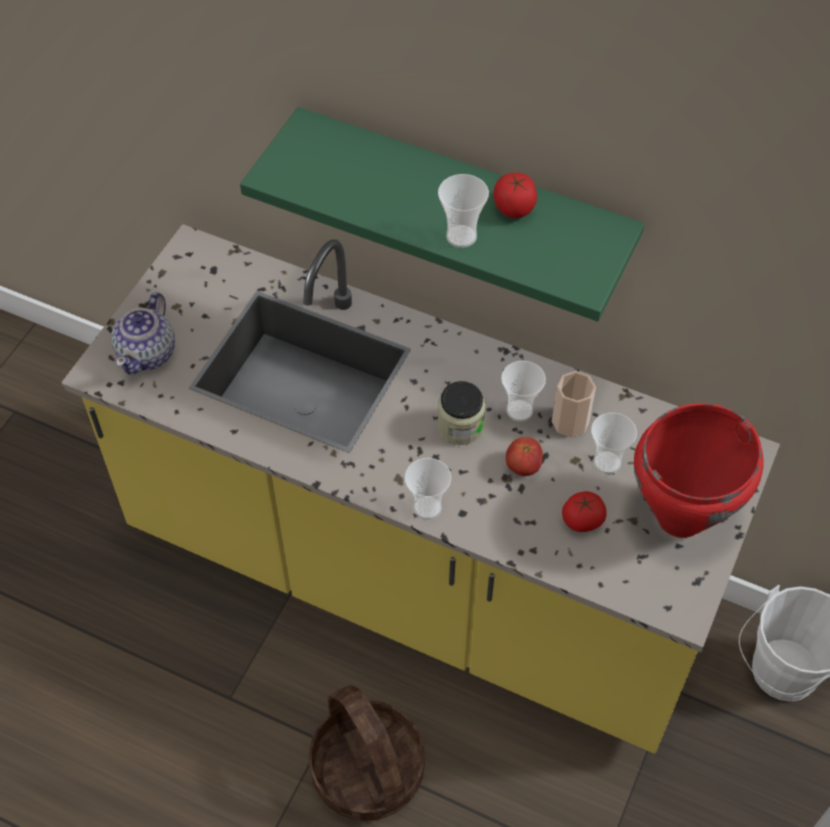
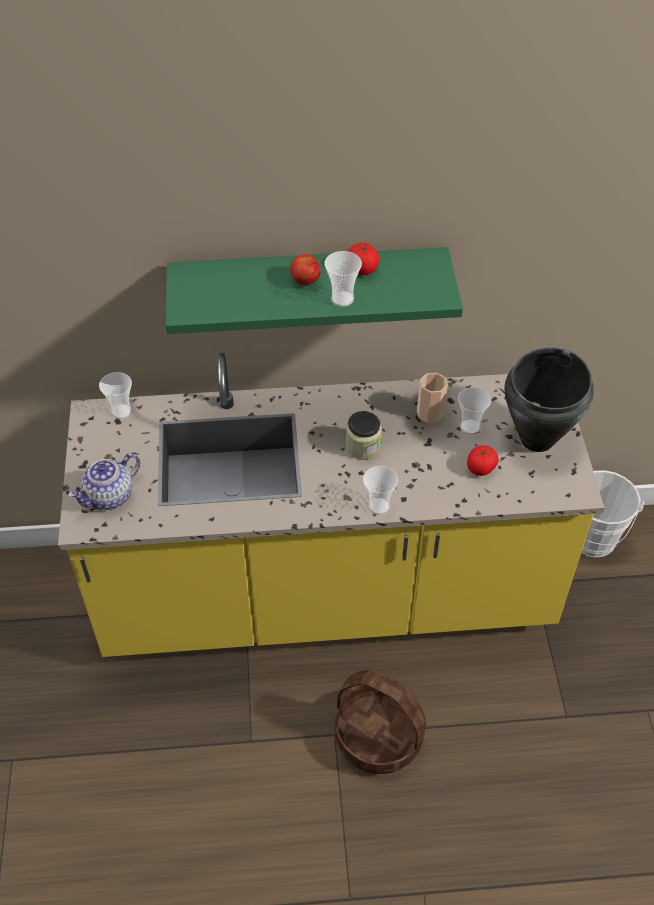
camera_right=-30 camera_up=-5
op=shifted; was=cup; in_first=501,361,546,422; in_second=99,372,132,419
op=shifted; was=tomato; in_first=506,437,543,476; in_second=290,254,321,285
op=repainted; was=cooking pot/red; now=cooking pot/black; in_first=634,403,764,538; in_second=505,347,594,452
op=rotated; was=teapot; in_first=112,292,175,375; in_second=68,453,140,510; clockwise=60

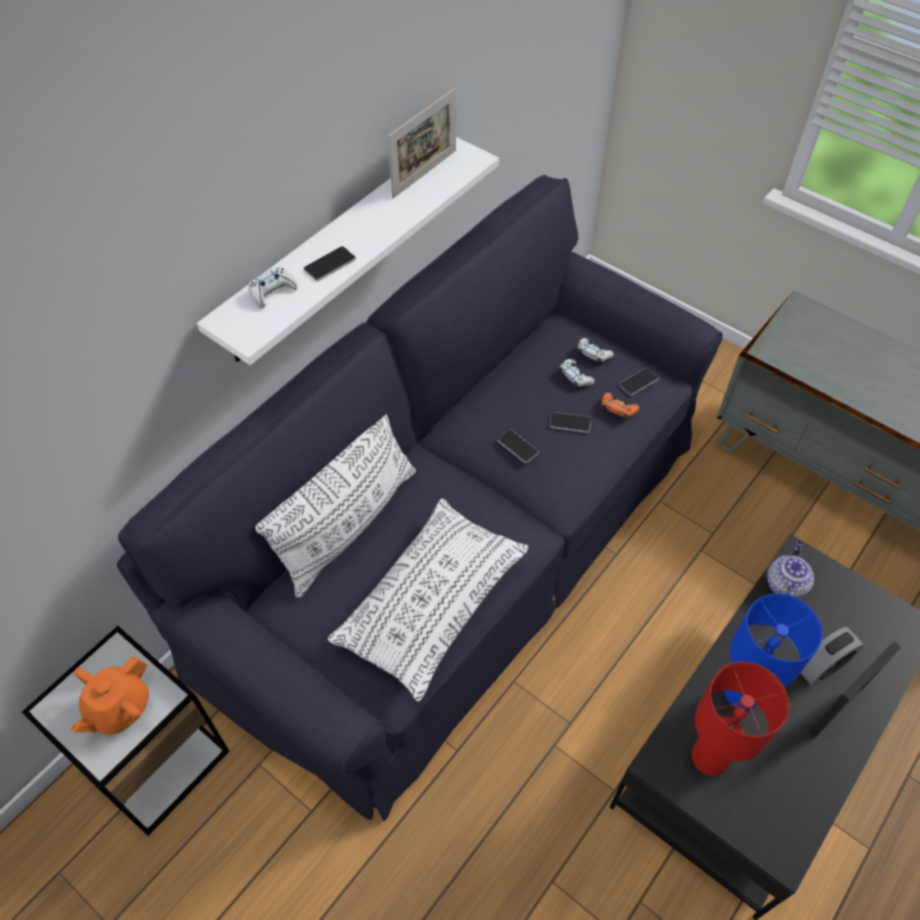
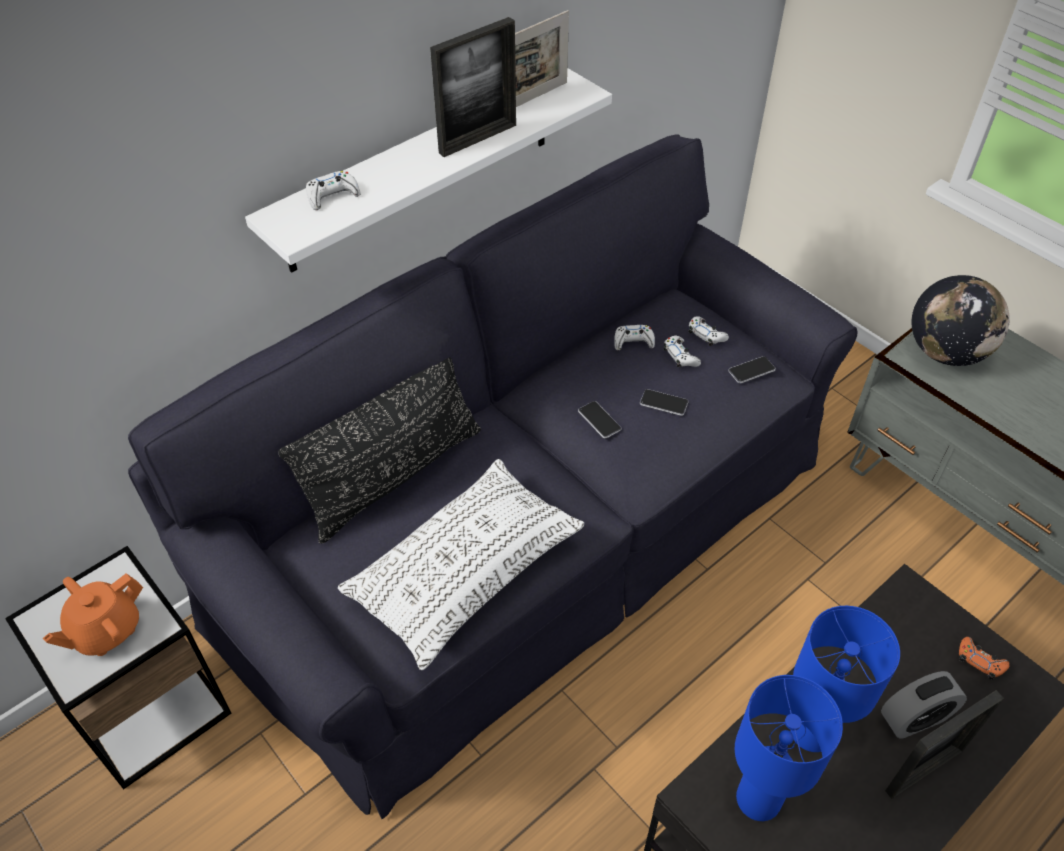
camera_right=10 camera_up=-5
op=gone; was=phone; in_first=304,246,356,281
op=gone; was=teapot; in_first=767,541,814,599
op=new; now=picture frame; in_second=430,17,516,157
op=new; now=game controller/white; in_second=614,325,655,350
op=new; now=globe; in_second=911,275,1010,366
op=shifted; was=game controller/orange; in_first=602,393,639,420; in_second=959,637,1010,680
op=repainted; was=pillow/white; now=pillow/black; in_first=255,415,416,598; in_second=278,357,481,544
op=repainted; was=table lamp/red; now=table lamp/blue; in_first=691,662,789,776; in_second=735,675,843,821

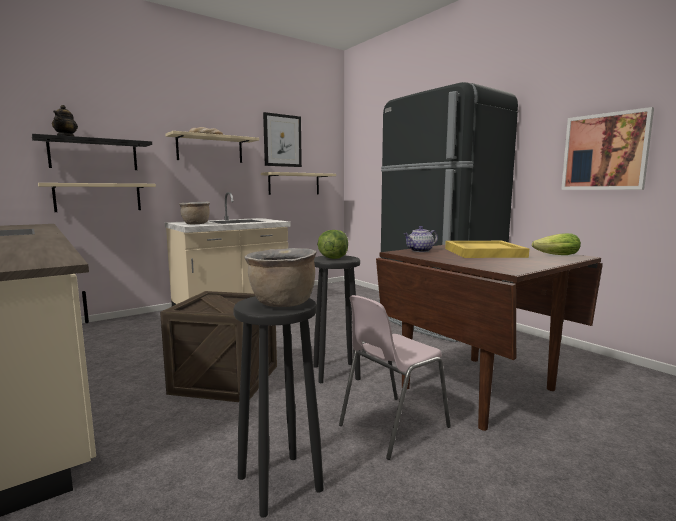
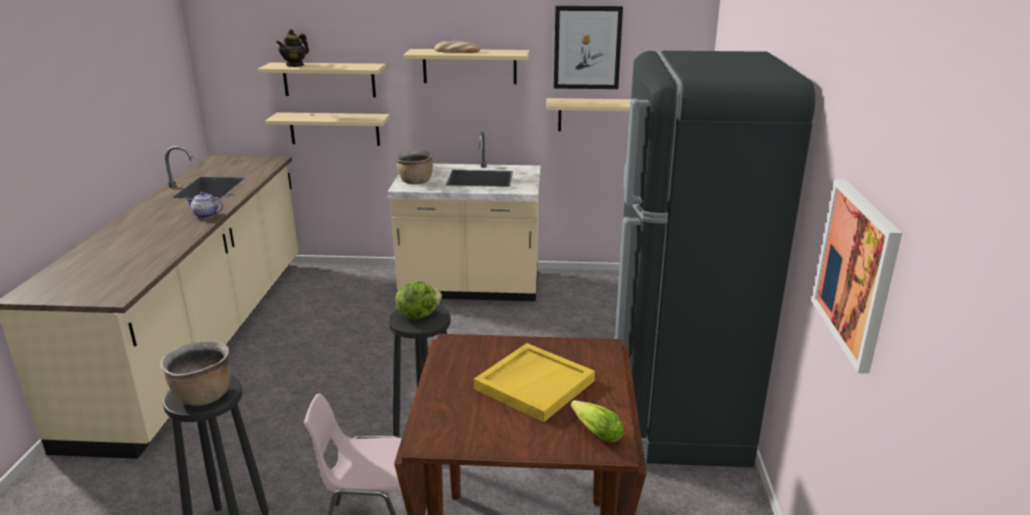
camera_right=40 camera_up=15
op=gone; was=crate; in_first=160,291,277,402
op=shifted; was=teapot; in_first=404,226,438,252; in_second=185,192,223,218
op=repainted; was=shelf/black; now=shelf/beige; in_first=32,134,152,170; in_second=257,62,386,97

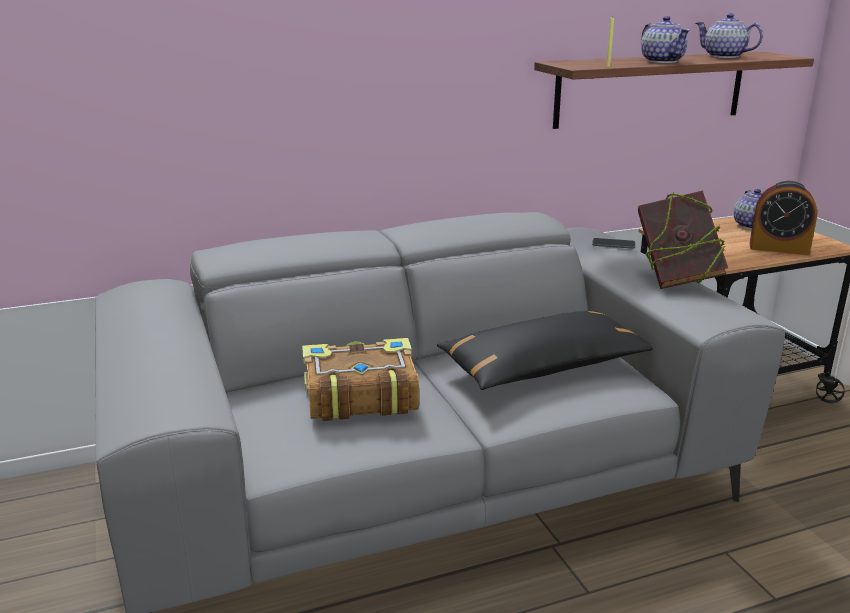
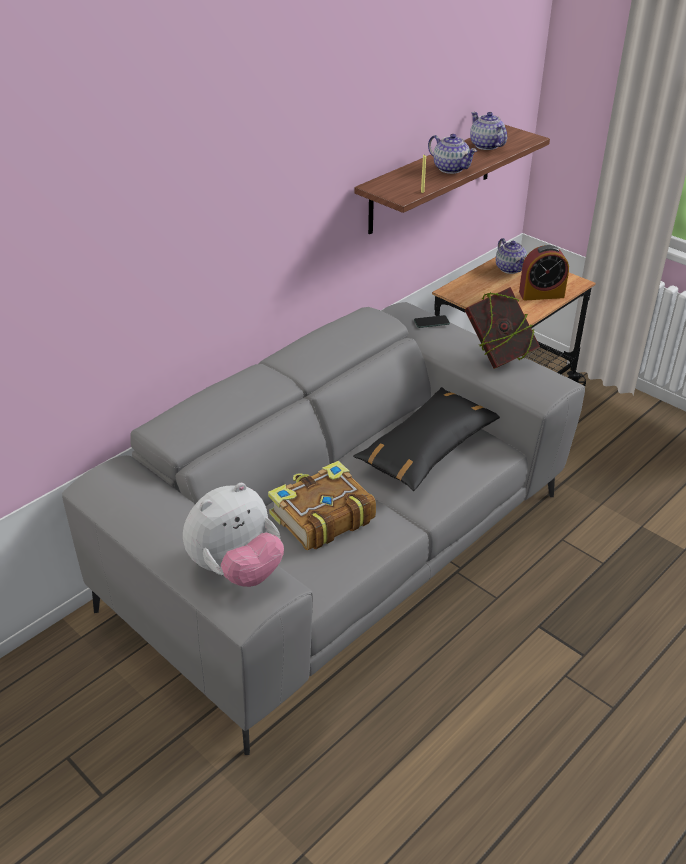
camera_right=-25 camera_up=15
op=new; now=plush toy; in_second=183,483,284,587
op=rotated; was=teapot; in_first=696,13,763,58; in_second=470,112,507,150; clockwise=45

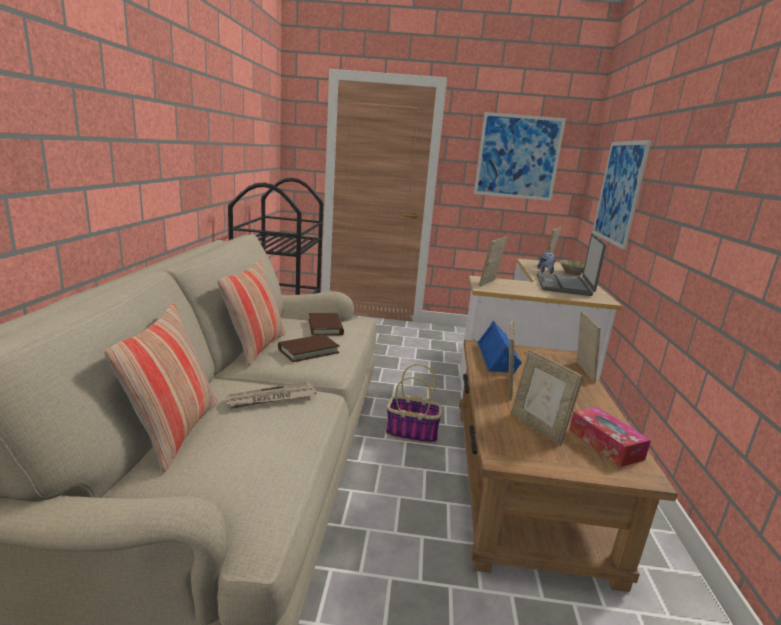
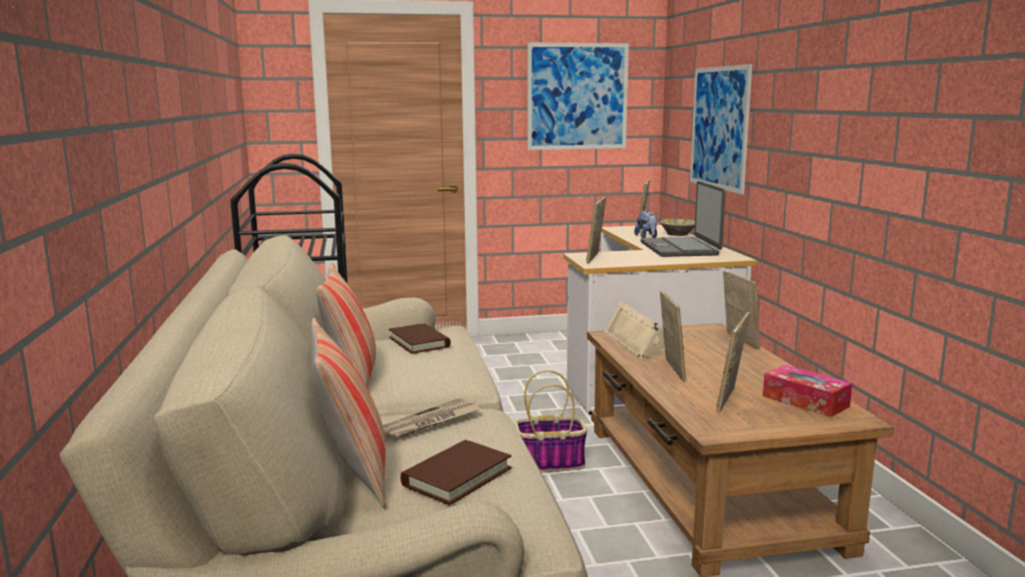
camera_right=-15 camera_up=-5
op=shifted; was=book/brown; in_first=278,334,340,362; in_second=401,440,511,505
op=repainted; was=speaker/blue; now=speaker/beige; in_first=477,321,522,373; in_second=605,301,666,358
op=rotated; was=picture frame; in_first=511,350,583,446; in_second=716,312,750,413; clockwise=75

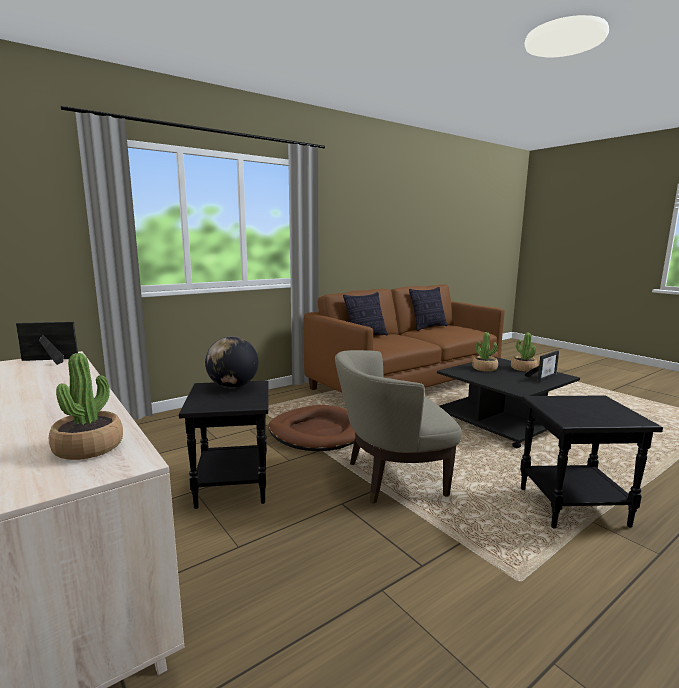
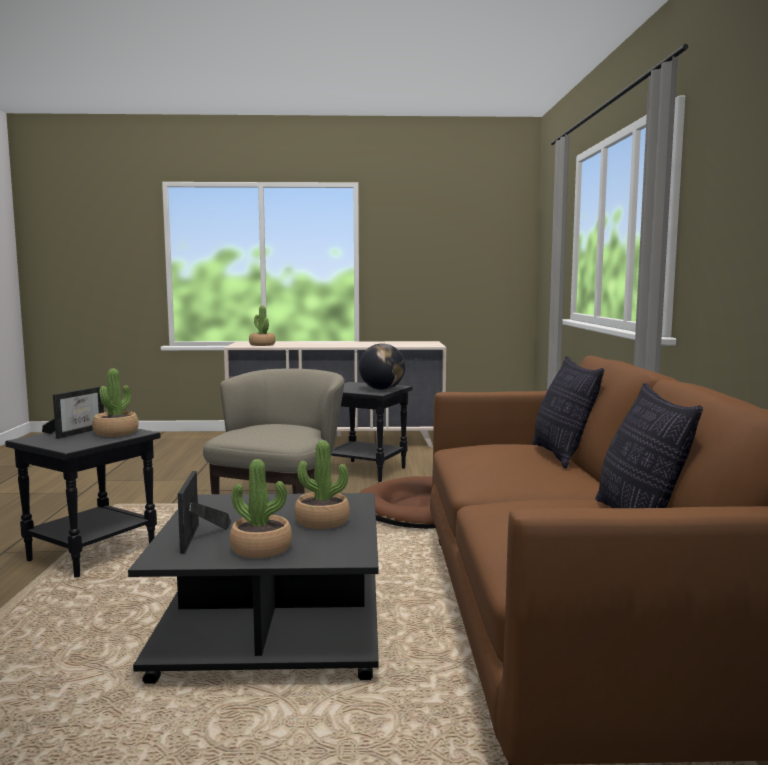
camera_right=125 camera_up=-5
op=new; now=potted plant; in_second=92,369,139,437
op=shifted; was=picture frame; in_first=16,322,78,365; in_second=42,386,104,439

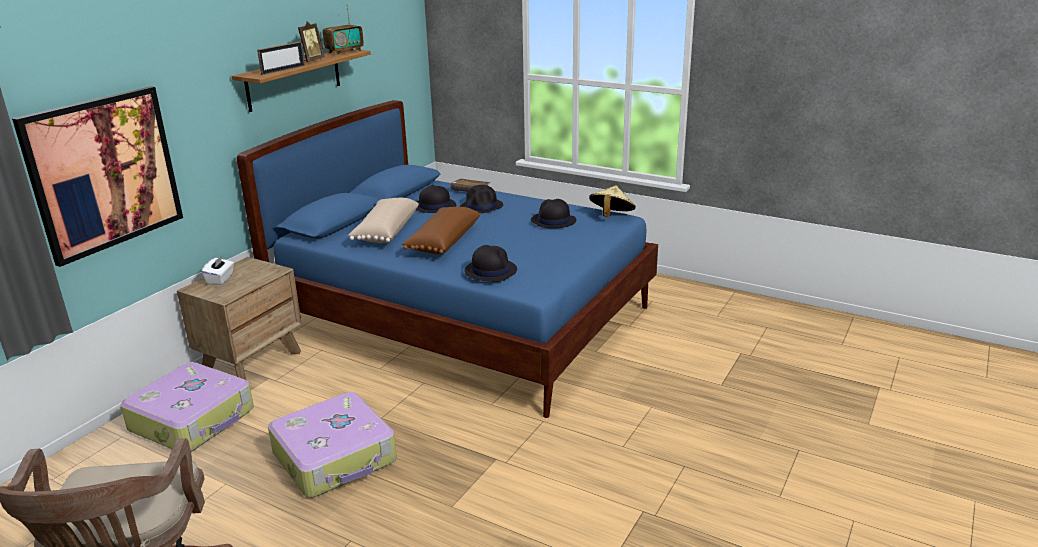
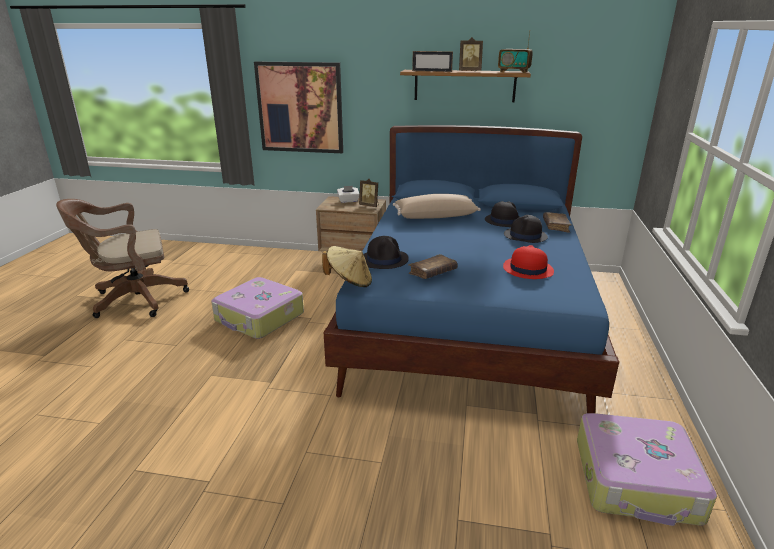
camera_right=70 camera_up=0
op=gone; was=pillow/brown; in_first=402,207,481,254
op=new; now=picture frame; in_second=359,179,379,207
op=new; now=book/brown; in_second=408,254,457,279
op=shifted; was=suitcase; in_first=120,362,254,452; in_second=577,413,717,526
op=shifted; was=hat/beige; in_first=589,186,636,217; in_second=322,246,372,287
op=repainted; was=hat/black; now=hat/red; in_first=531,199,576,229; in_second=503,245,554,279

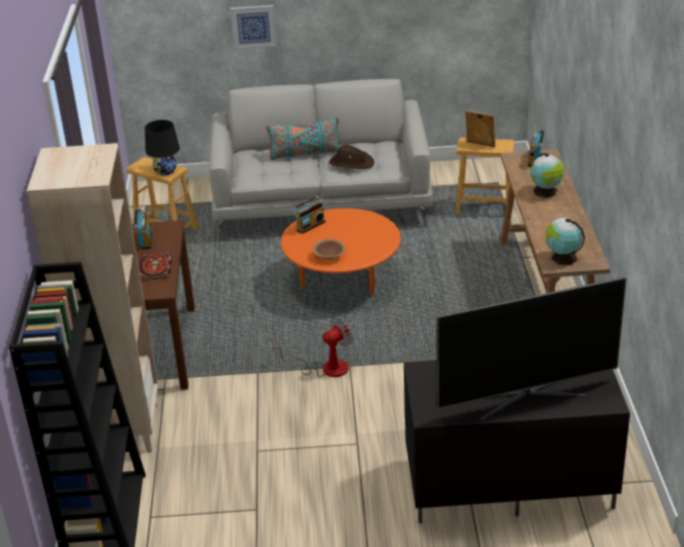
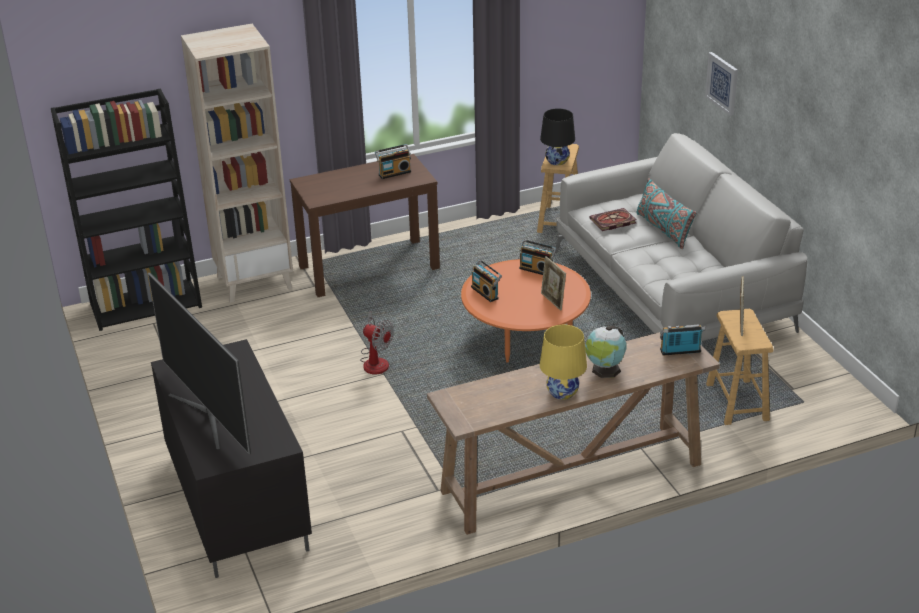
camera_right=70 camera_up=0
op=gone; was=hat/brown; in_first=329,145,374,169
op=gone; was=globe; in_first=546,218,585,265
op=new; now=table lamp/yellow; in_second=540,325,587,400
op=new; now=picture frame; in_second=541,256,566,311
op=shifted; was=book; in_first=139,252,172,280; in_second=589,208,636,231
op=swapped; was=bowl/brown; now=radio; in_first=313,239,345,260; in_second=471,259,502,302

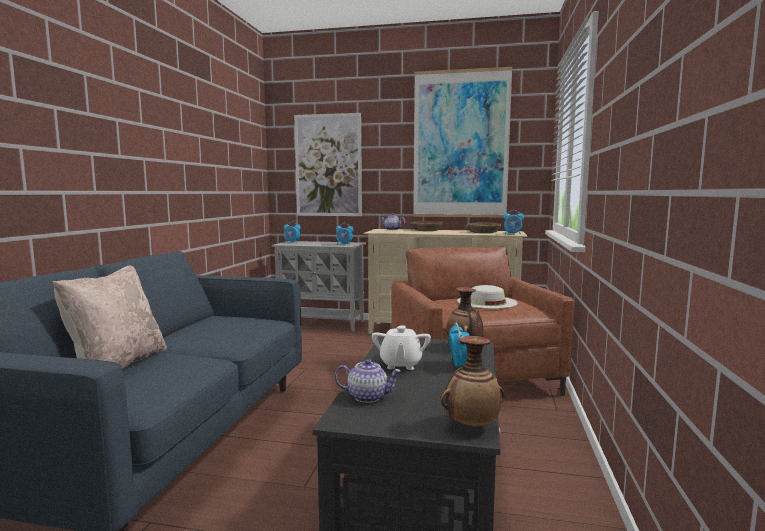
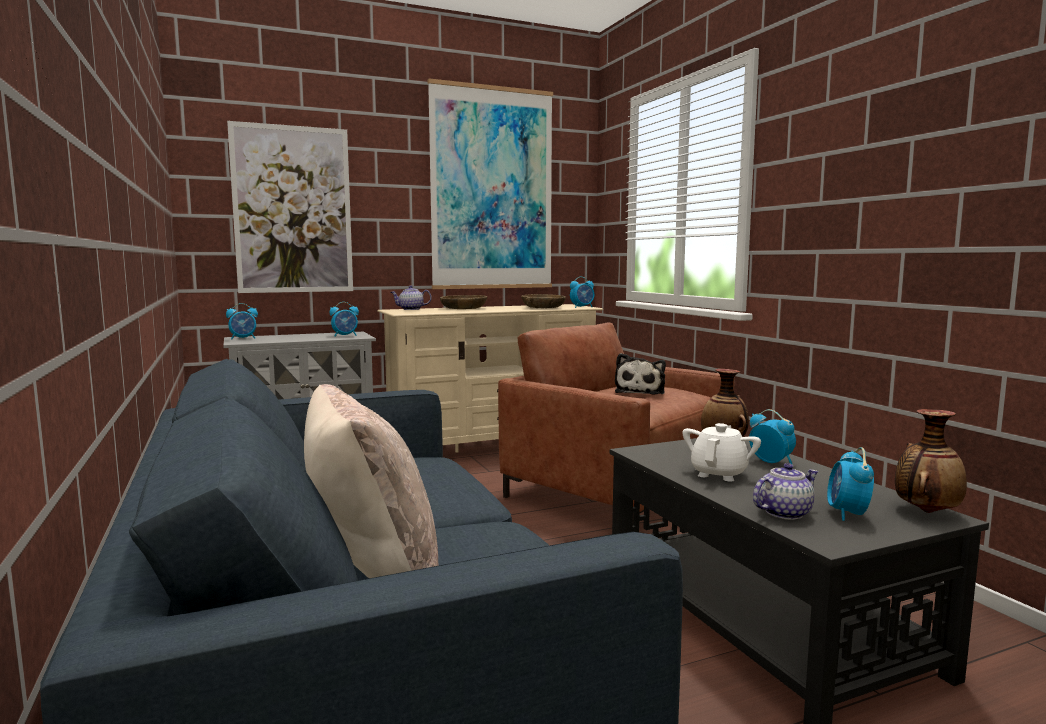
camera_right=-35 camera_up=0
op=new; now=alarm clock; in_second=827,447,874,521
op=swapped; was=hat/white; now=plush toy; in_first=457,285,518,309; in_second=615,353,666,394
op=rotated; was=teapot/white; in_first=372,325,431,370; in_second=683,423,761,482; clockwise=-120

